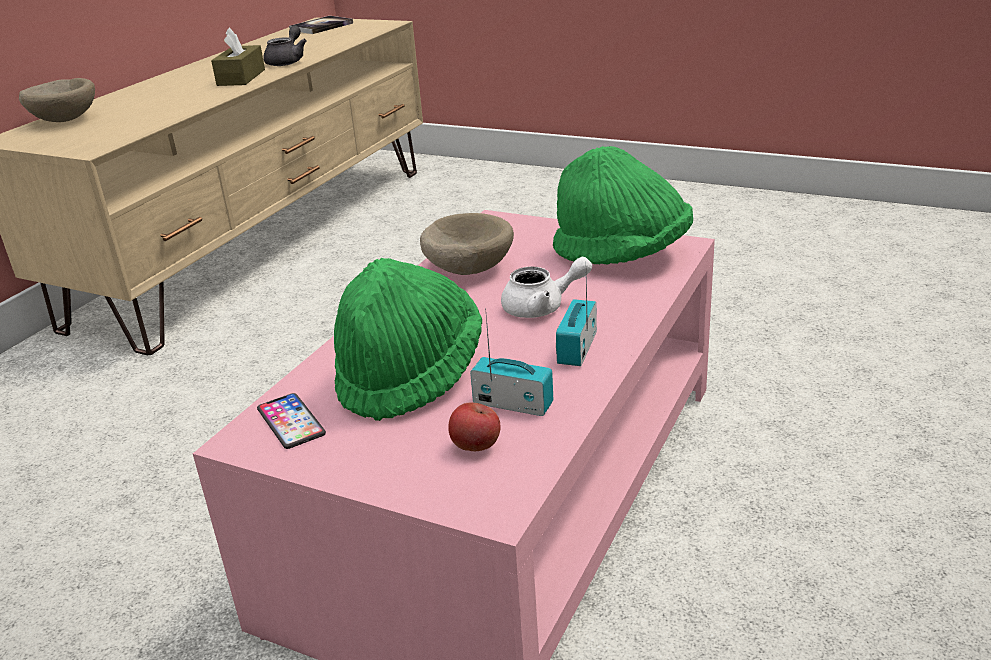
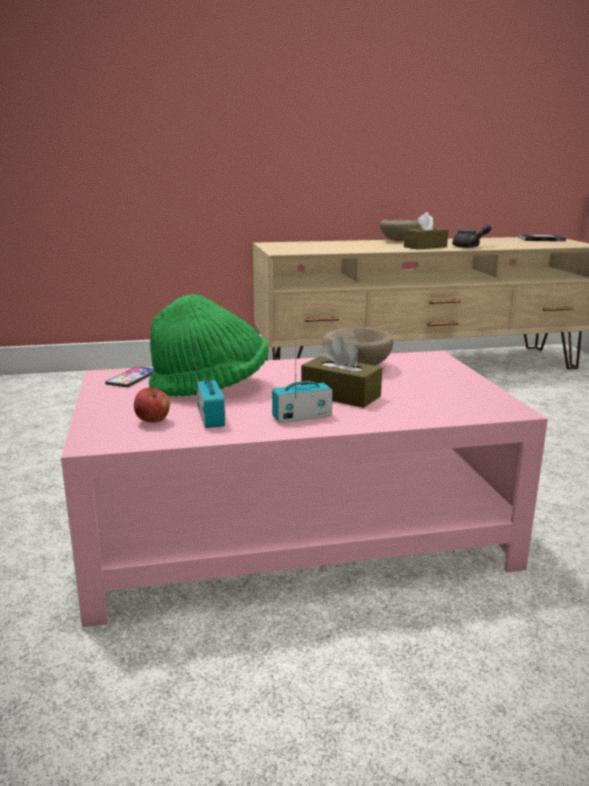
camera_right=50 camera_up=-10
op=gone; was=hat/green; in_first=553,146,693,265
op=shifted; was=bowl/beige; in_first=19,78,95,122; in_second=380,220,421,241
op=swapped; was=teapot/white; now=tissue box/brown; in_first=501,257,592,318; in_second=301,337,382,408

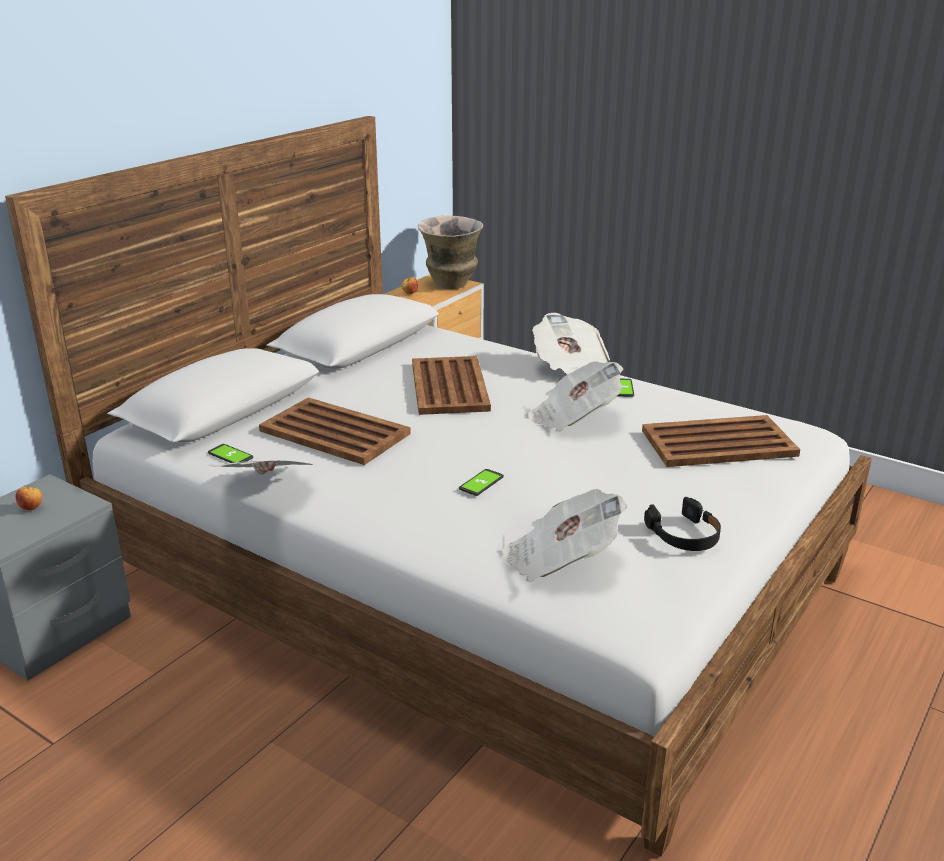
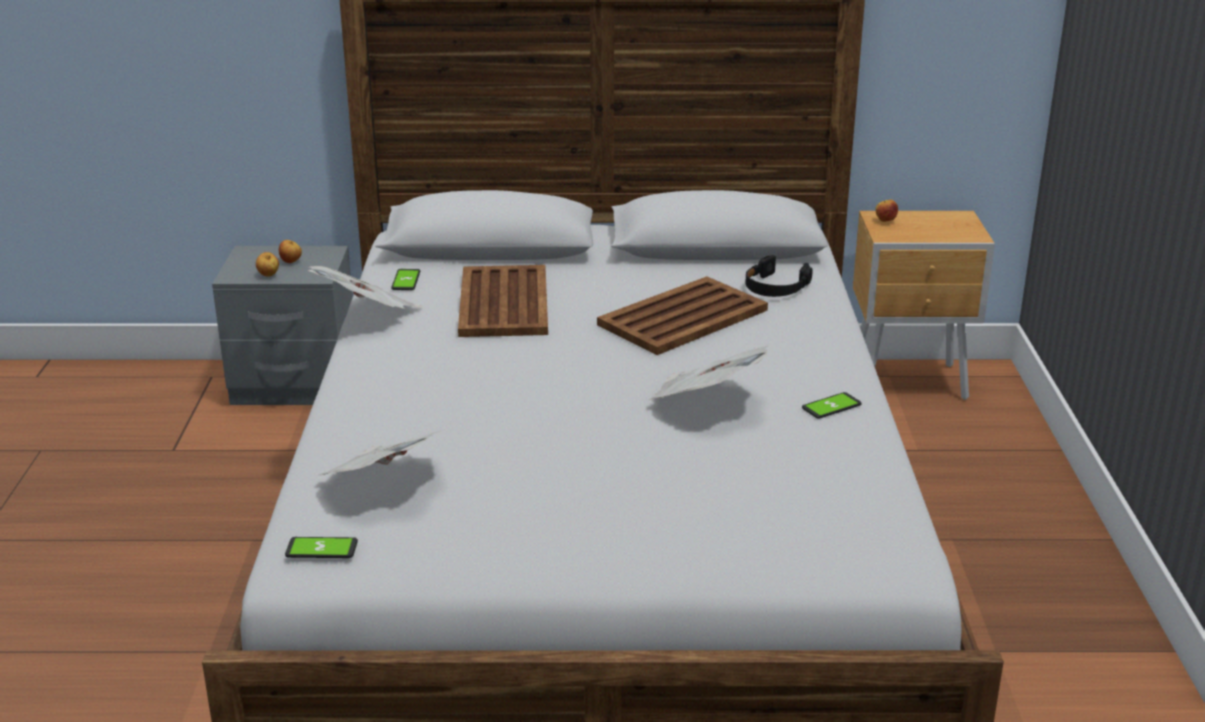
camera_right=55 camera_up=0
op=gone; was=vase; in_first=418,215,483,289
op=gone; was=newspaper; in_first=532,313,610,375
op=gone; was=tray/brown; in_first=642,415,800,467
op=new; now=apple; in_second=256,252,279,277
op=shifted; was=phone; in_first=459,469,504,496; in_second=285,537,358,558
op=shifted; was=headphones/black; in_first=644,497,721,551; in_second=745,255,813,297

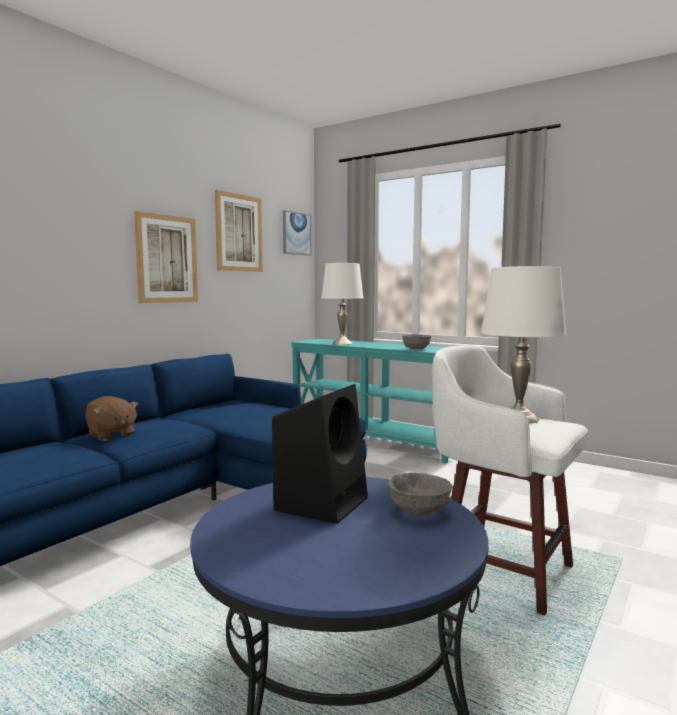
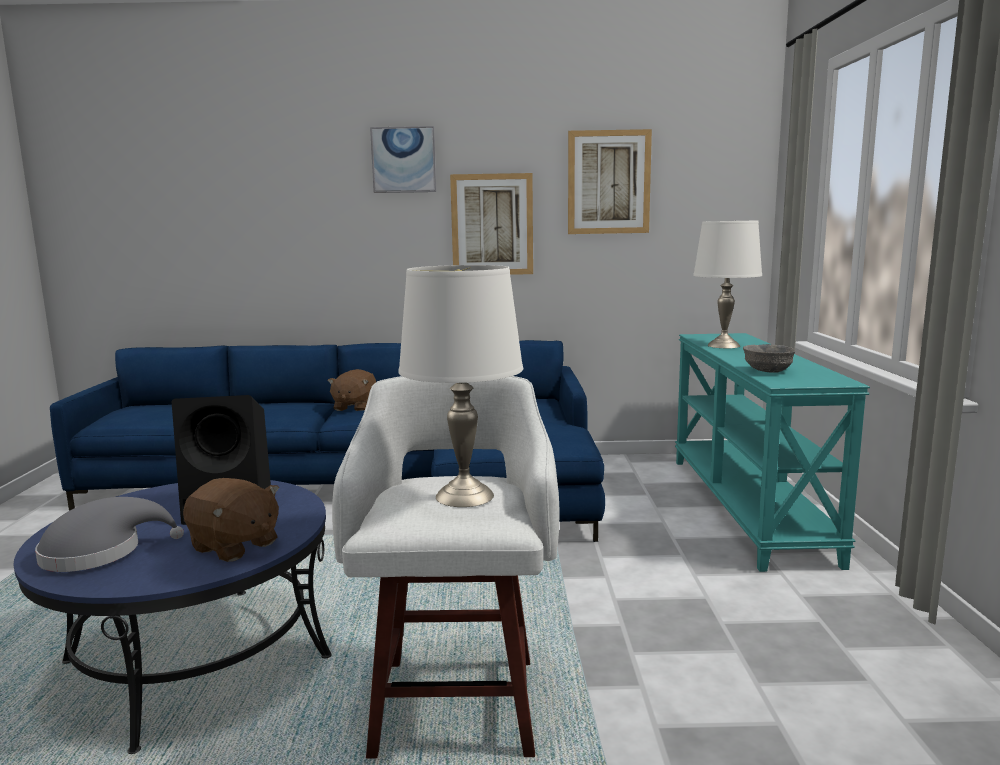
camera_right=55 camera_up=5
op=new; now=hat/grey; in_second=35,497,184,572
op=shifted; was=picture; in_first=283,210,311,256; in_second=370,126,436,193
op=swapped; was=bowl/grey; now=plush toy/brown; in_first=388,473,452,516; in_second=183,478,279,562

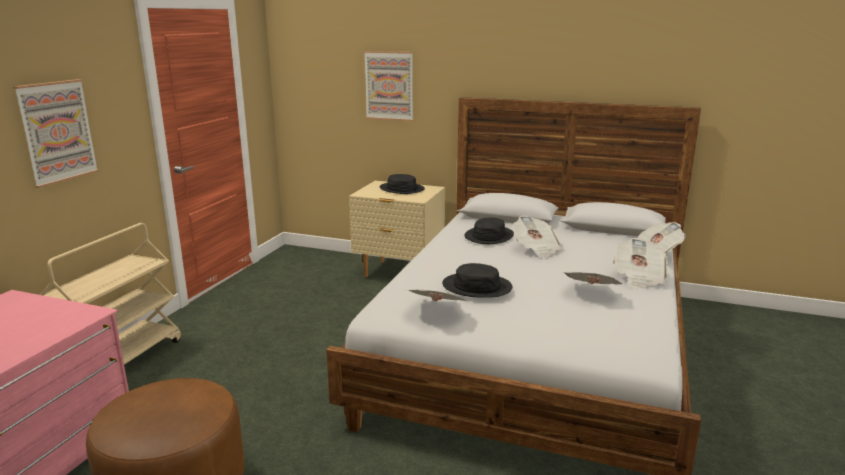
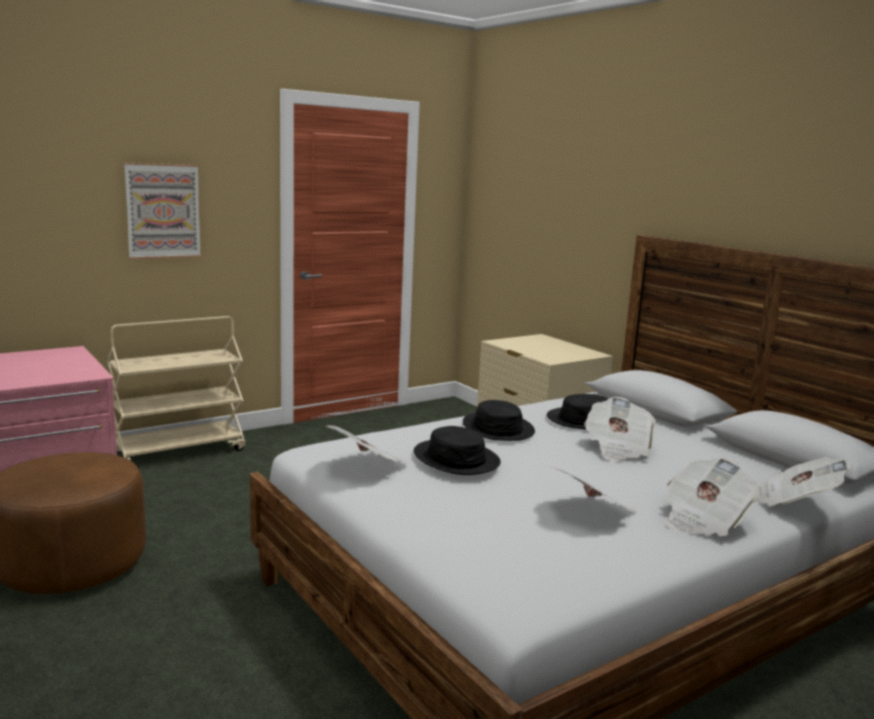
camera_right=35 camera_up=-5
op=gone; was=picture; in_first=364,51,413,121
op=shifted; was=hat/black; in_first=379,174,425,194; in_second=463,400,535,441

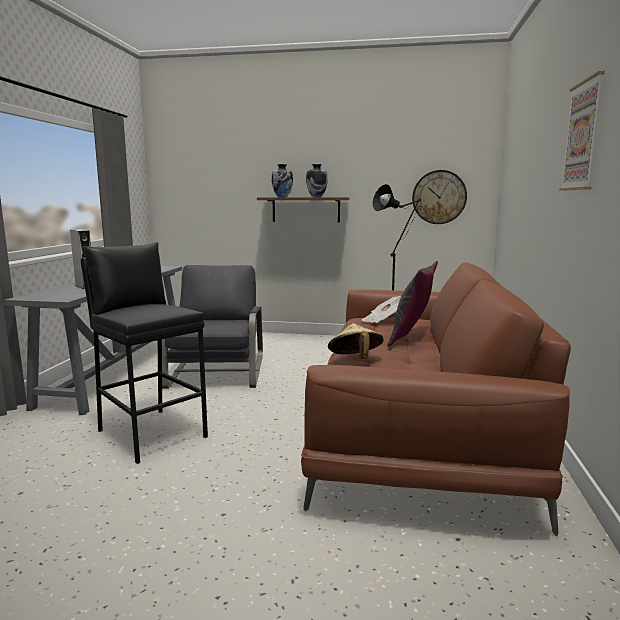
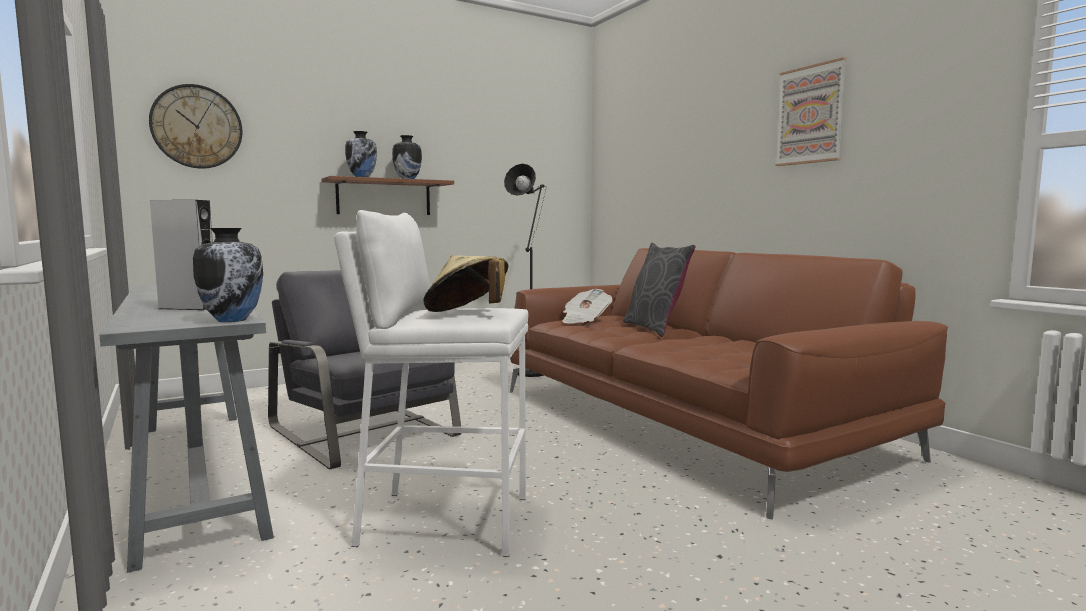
camera_right=-40 camera_up=-5
op=new; now=vase; in_second=193,228,263,322
op=shifted; was=hat/beige; in_first=328,323,384,359; in_second=423,256,509,312
op=shifted; was=wall clock; in_first=412,170,467,224; in_second=149,84,243,169
op=repainted; was=stool/black; now=stool/white; in_first=81,242,208,464; in_second=334,210,528,557

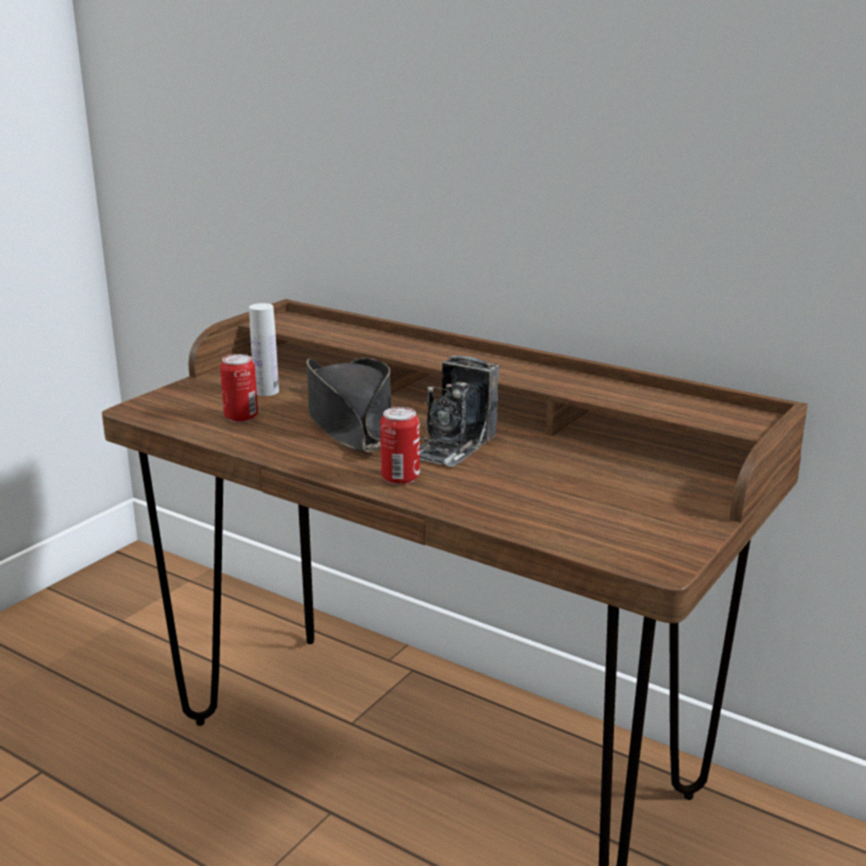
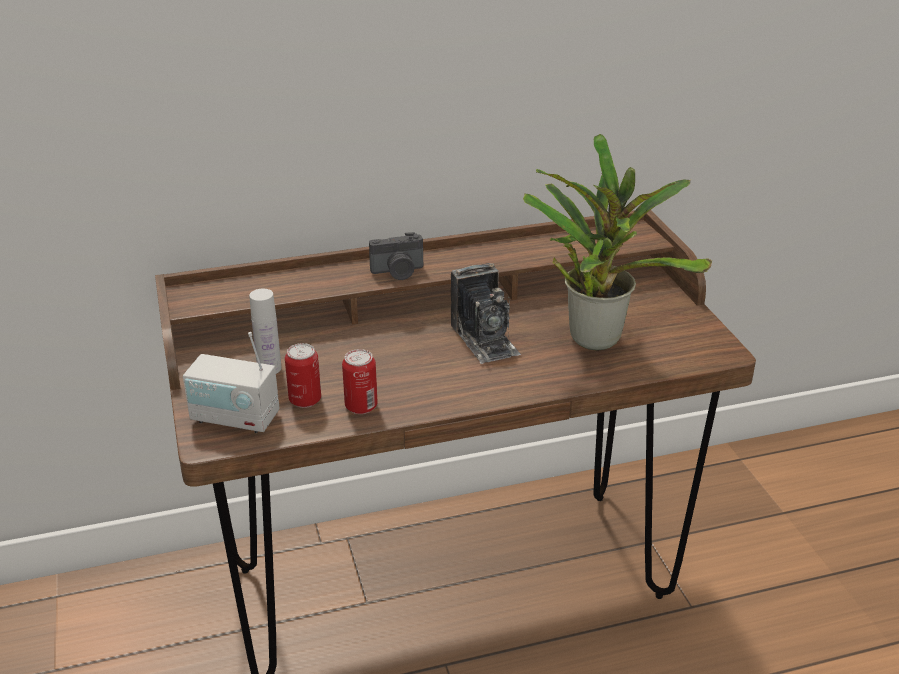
camera_right=-50 camera_up=10
op=gone; was=hat/black; in_first=307,357,391,452
op=new; now=radio; in_second=183,332,279,433
op=new; now=photo camera; in_second=369,232,423,280
op=new; now=potted plant; in_second=523,134,712,351
op=shifted; was=can; in_first=380,407,420,485; in_second=342,349,377,414

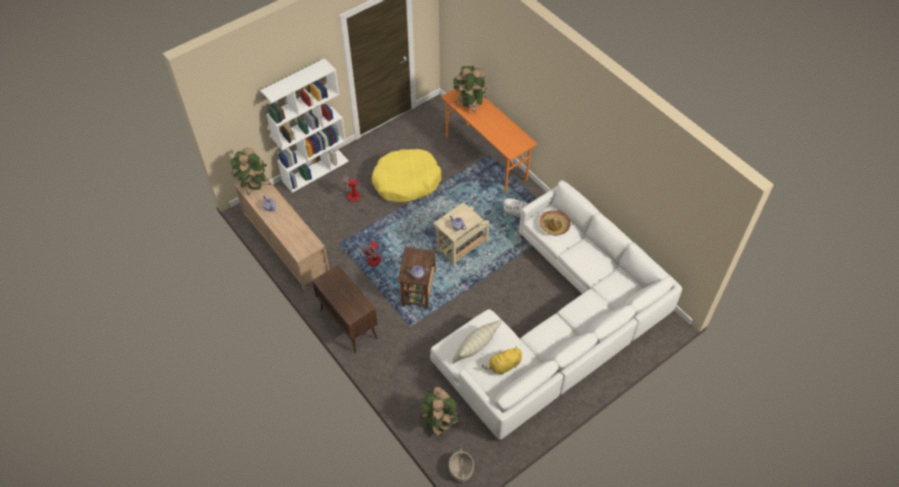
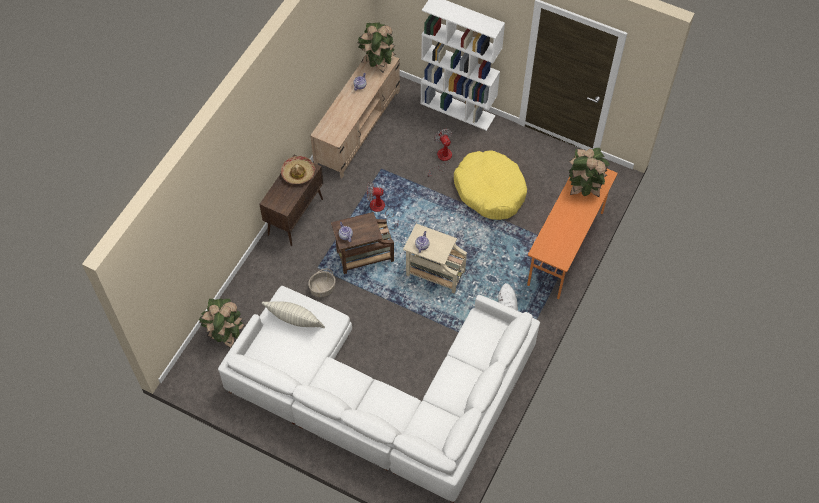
camera_right=65 camera_up=5
op=gone; was=plush toy/yellow; in_first=482,346,522,374
op=shifted; was=basket; in_first=449,448,474,482; in_second=308,268,336,297
op=shifted; was=hat; in_first=539,210,571,236; in_second=281,156,315,184

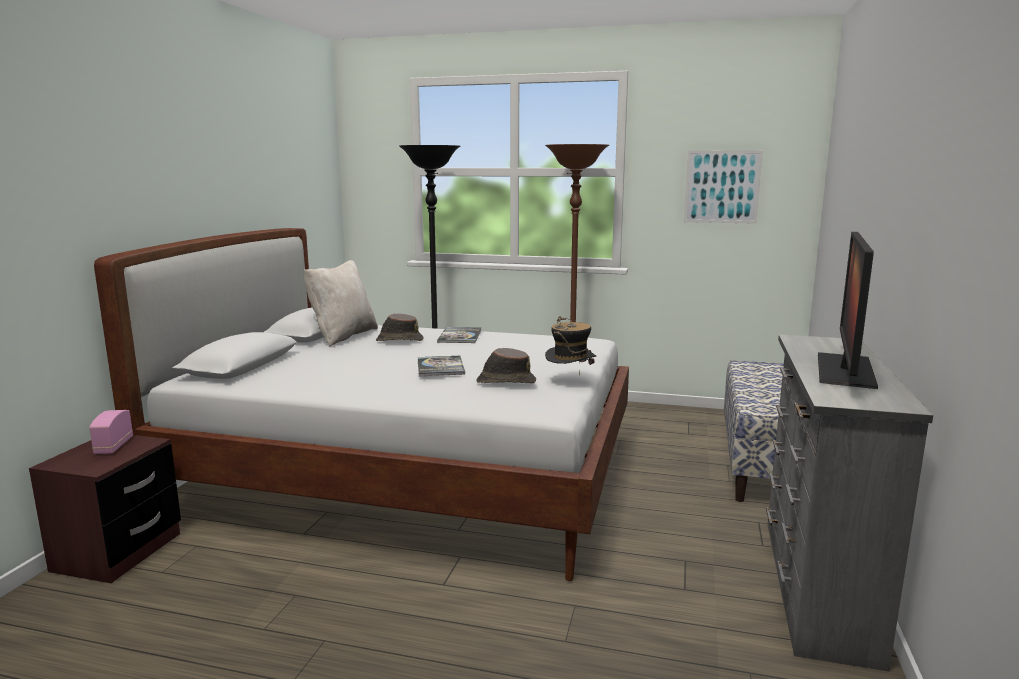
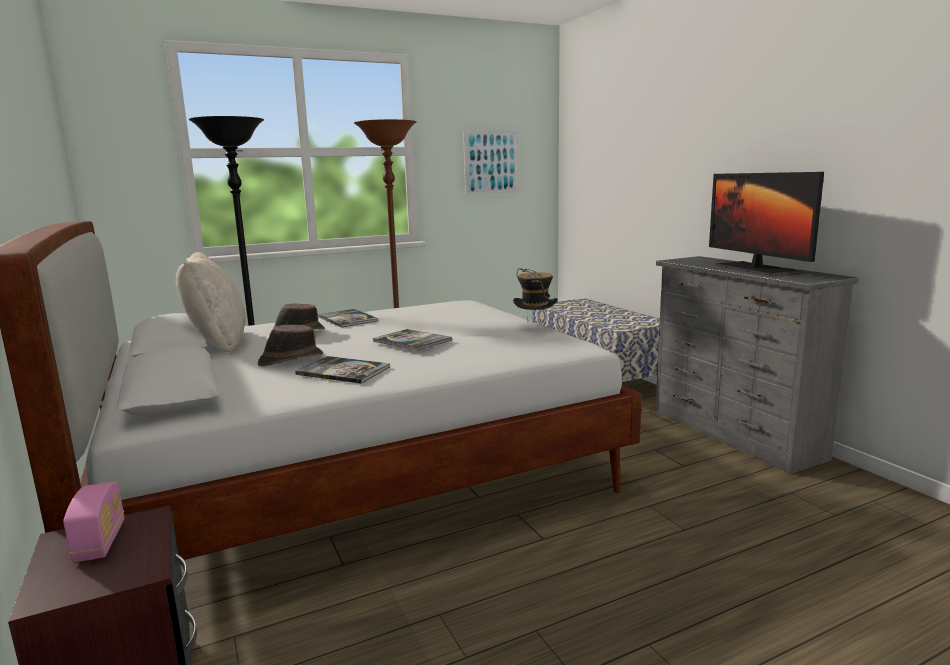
camera_right=-40 camera_up=0
op=new; now=book; in_second=295,356,390,383
op=shifted; was=hat/brown; in_first=476,348,536,384; in_second=258,325,323,367
op=rotated; was=radio; in_first=89,410,133,454; in_second=63,481,125,562; clockwise=-150

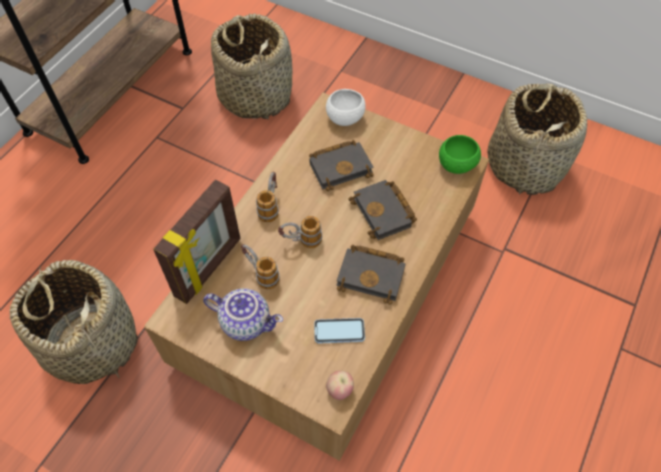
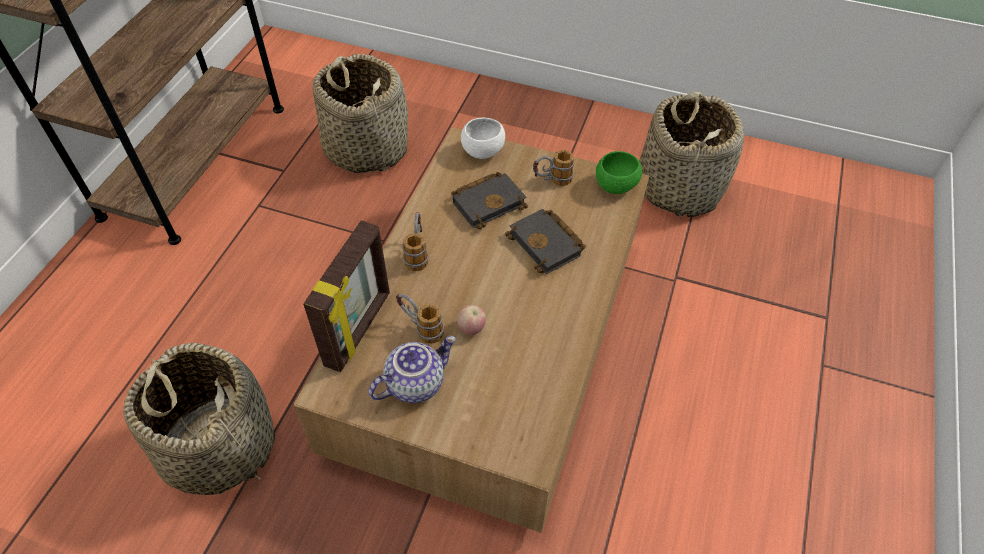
camera_right=-10 camera_up=-5
op=gone; was=phone; in_first=314,318,365,344
op=gone; was=book/black; in_first=336,245,406,305
op=shifted; was=mug; in_first=278,216,322,248; in_second=533,150,574,186
op=shifted; was=apple; in_first=326,371,354,400; in_second=457,305,486,335
op=rotated; was=teapot; in_first=203,288,283,341; in_second=369,336,456,403; clockwise=-45

